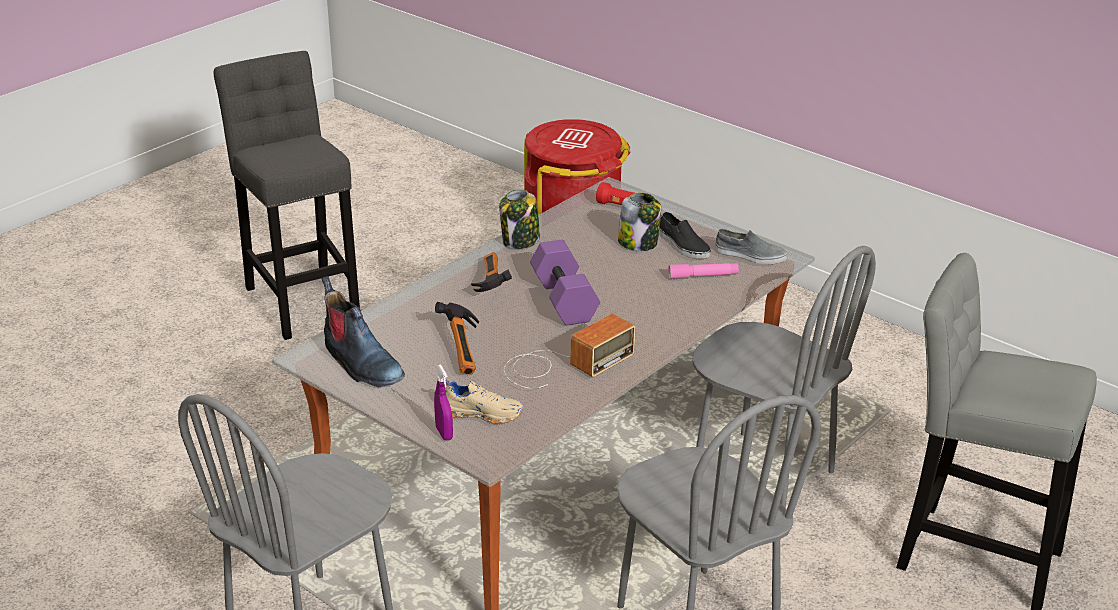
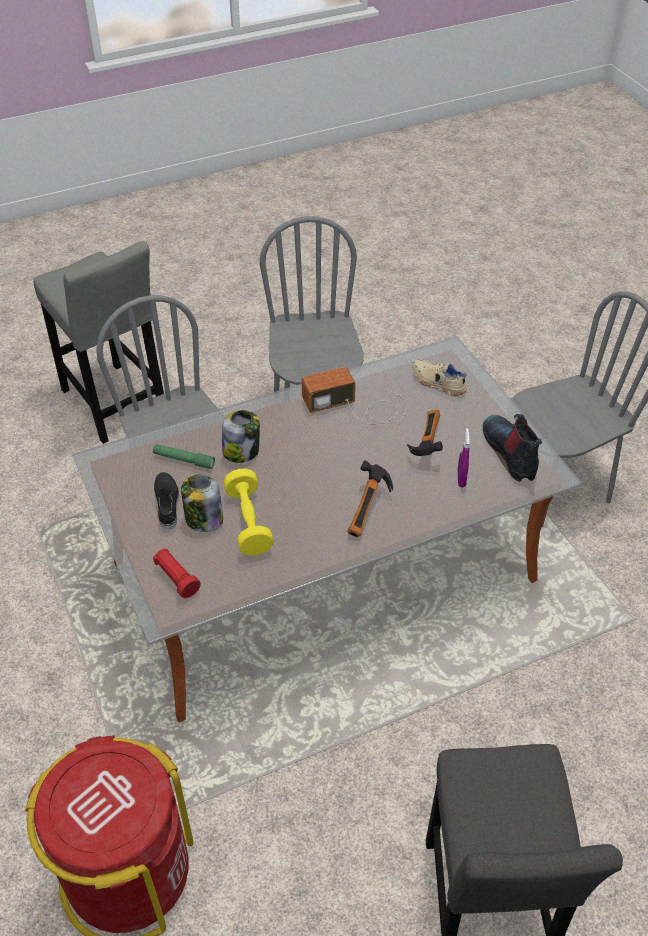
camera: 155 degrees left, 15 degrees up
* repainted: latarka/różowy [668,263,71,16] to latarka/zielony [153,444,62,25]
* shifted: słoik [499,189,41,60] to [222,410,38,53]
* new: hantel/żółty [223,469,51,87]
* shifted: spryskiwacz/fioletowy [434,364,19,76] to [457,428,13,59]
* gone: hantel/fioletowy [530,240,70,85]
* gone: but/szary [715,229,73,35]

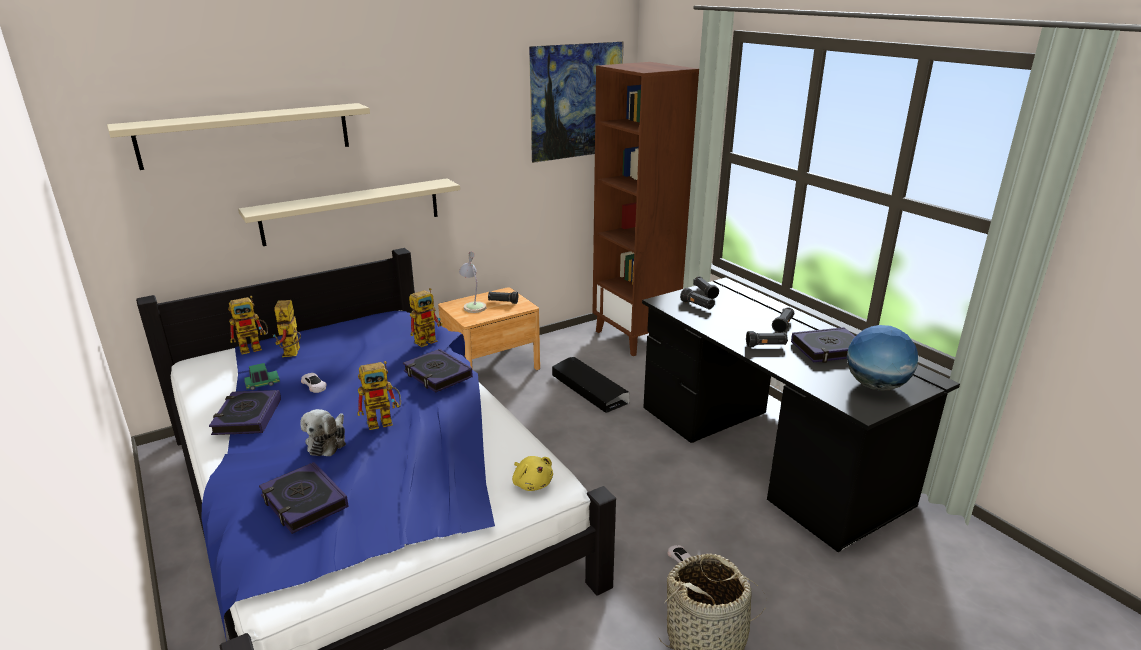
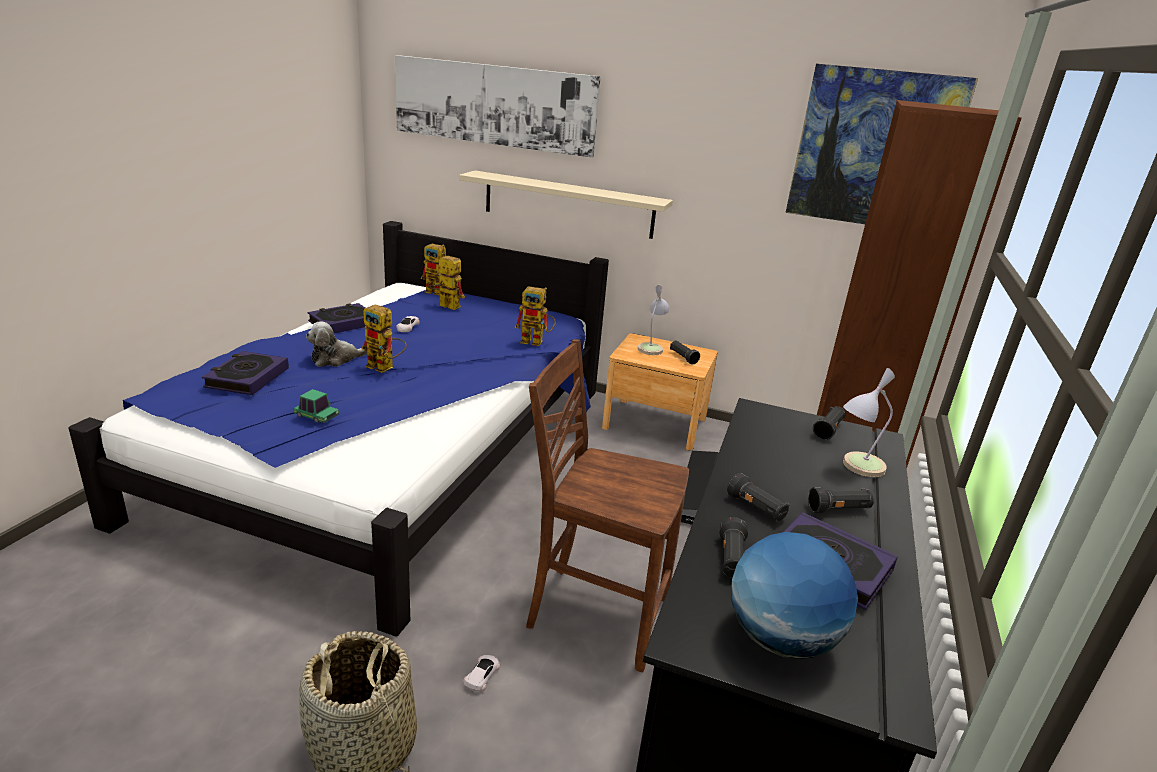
camera: 50 degrees right, 0 degrees up
* shifted: samochodzik [244,363,36,27] to [293,389,46,34]
* swapped: półka/beżowy [107,103,263,67] to obraz [395,55,206,103]
* rotated: robot zabawkowy [273,300,28,57] = [428,253,37,57] 75 degrees clockwise
* new: krzesło/brązowy [526,339,163,333]
* shifted: latarka/czarny [680,288,35,22] to [719,517,29,61]
* new: lampa stołowa [843,368,52,109]
* gone: książka [403,349,70,44]
* gone: pluszak/żółty [512,456,41,35]

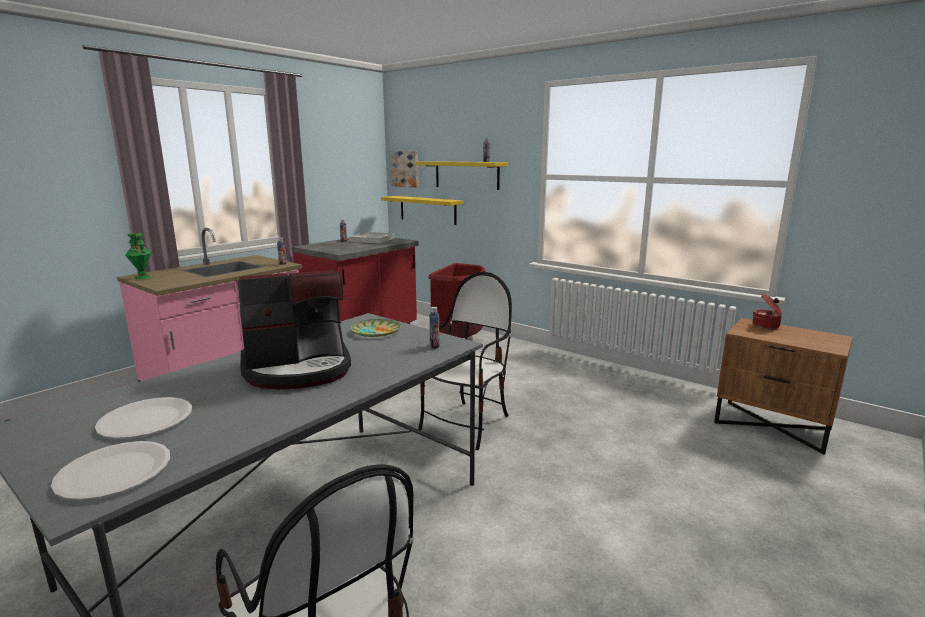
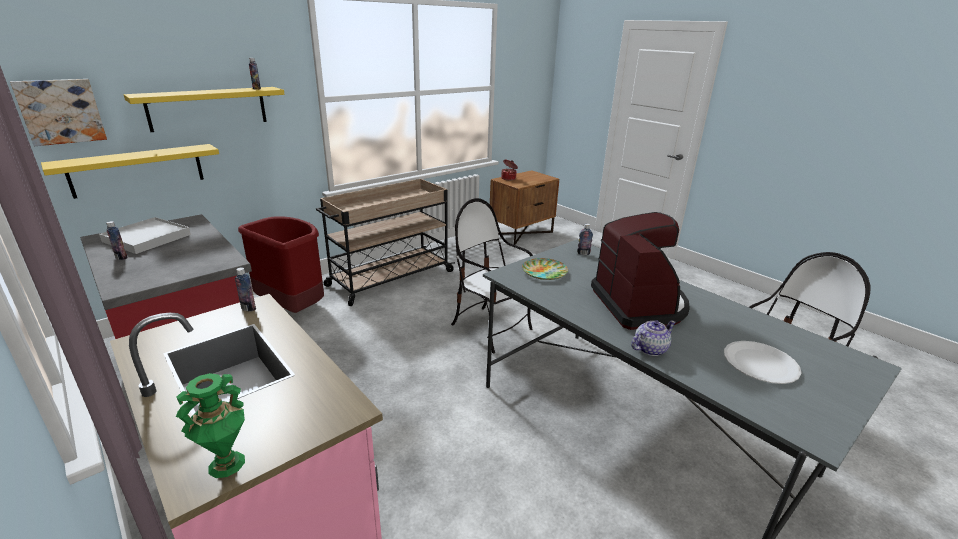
camera: 80 degrees left, 10 degrees up
* new: wózek/beżowy [316,179,139,127]
* new: imbryk [631,320,45,36]
* gone: talerz/biały [51,441,119,59]

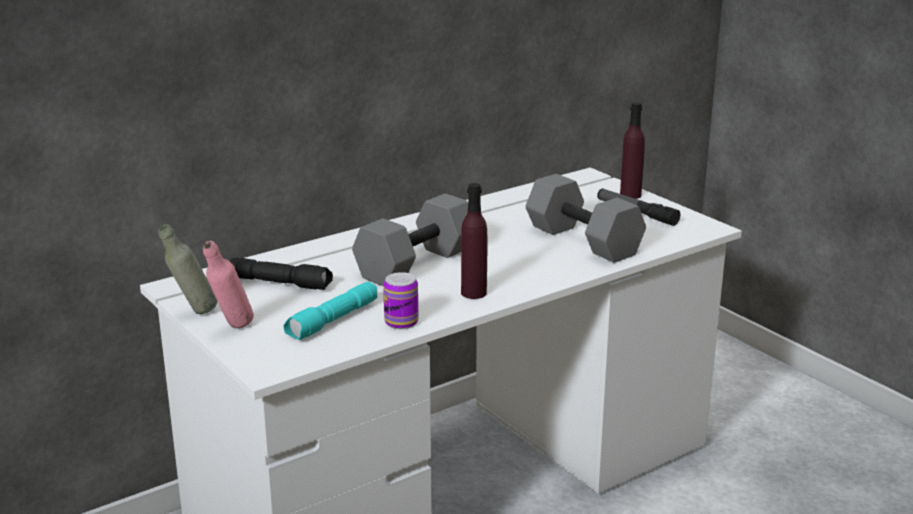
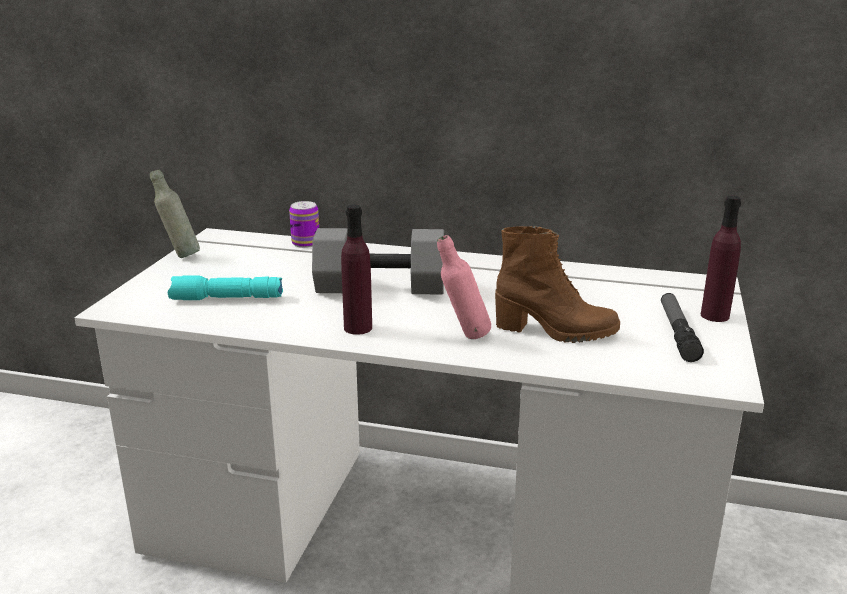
camera: 50 degrees right, 0 degrees up
* shifted: puszka [383,272,35,57] to [289,201,30,47]
* shifted: butelka/różowy [203,241,51,87] to [437,235,54,104]
* swapped: hantel/szary [526,174,120,89] to but z cholewką/brązowy [495,226,125,117]
* gone: latarka/czarny [229,258,104,32]

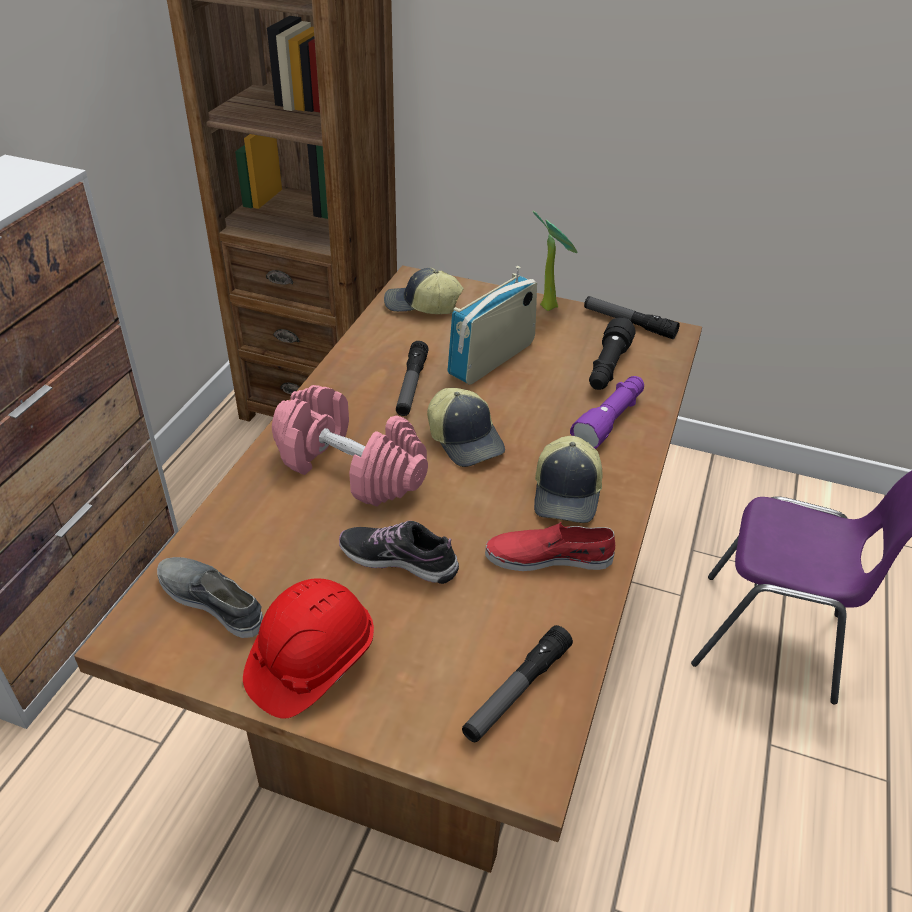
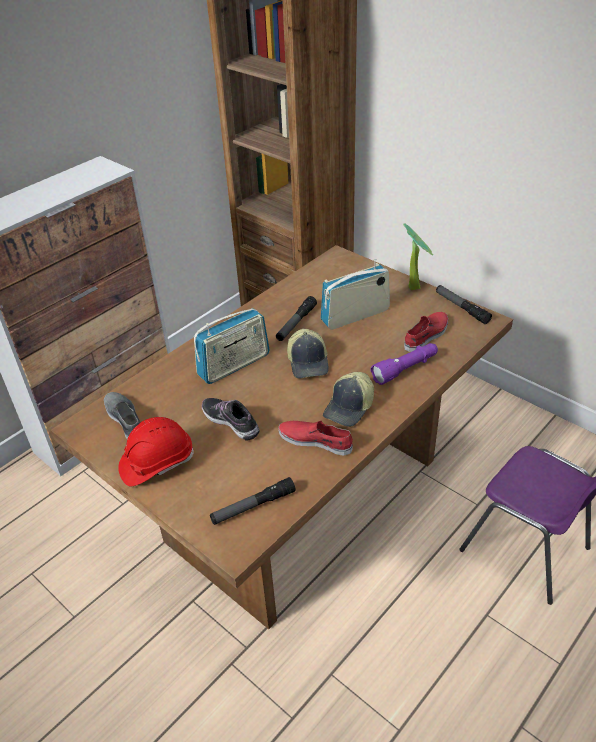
camera: 25 degrees right, 0 degrees up
* swapped: hantel/różowy [272,385,156,122] to radio [194,308,76,76]
* swapped: latarka/czarny [589,318,47,72] to but/czerwony [404,312,44,40]
* gone: czapka z daszkiem [384,268,80,46]

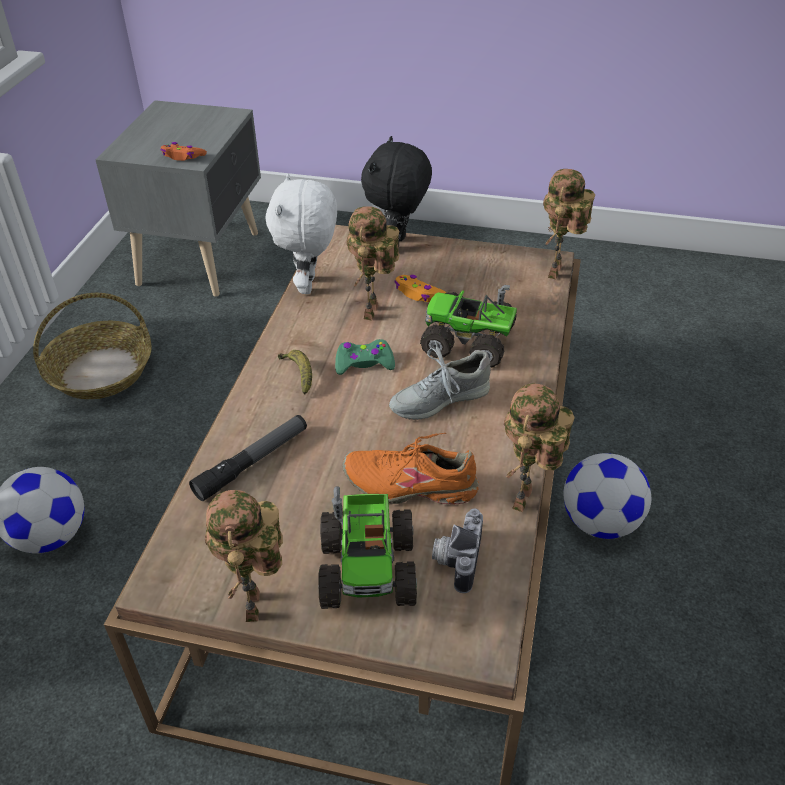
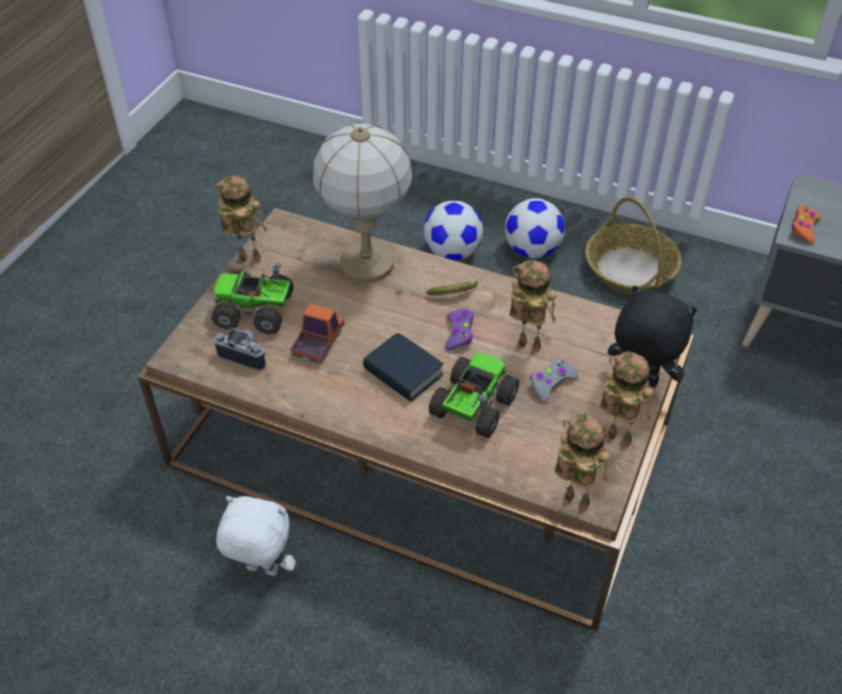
camera: 100 degrees right, 5 degrees up
* shifted: pluszak/biały [265,174,72,120] to [216,496,80,80]
* swapped: but/pomarańczowy [343,433,136,71] to ciężarówka zabawkowa [290,303,54,60]
* swapped: latarka [189,415,118,86] to lampa stołowa [313,124,100,159]
* swapped: but/szary [389,341,102,79] to książka [363,333,81,69]
* repainted: pad do gier/zielony [335,339,60,36] to pad do gier/fioletowy [445,309,29,41]
* shifted: piłka futbolowa [564,453,87,86] to [505,198,60,61]
* repainted: pad do gier/pomarańczowy [394,275,52,27] to pad do gier/szary [530,357,49,45]
* shifted: robot zabawkowy [504,383,71,129] to [600,351,54,97]

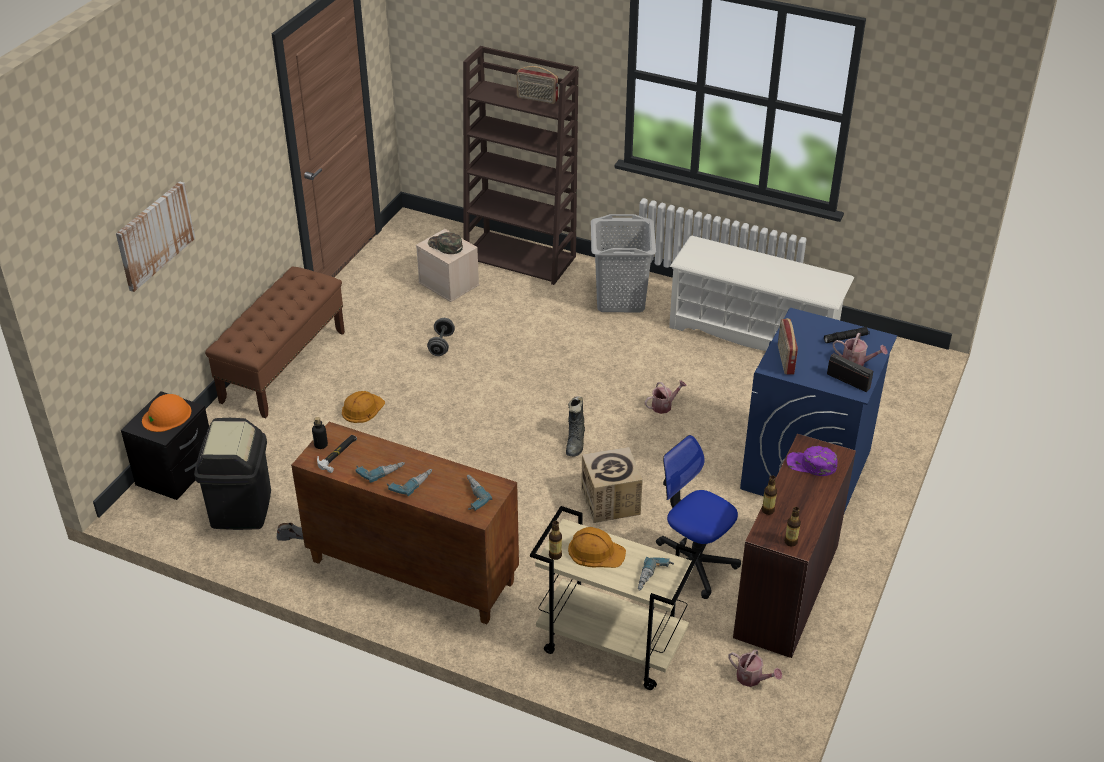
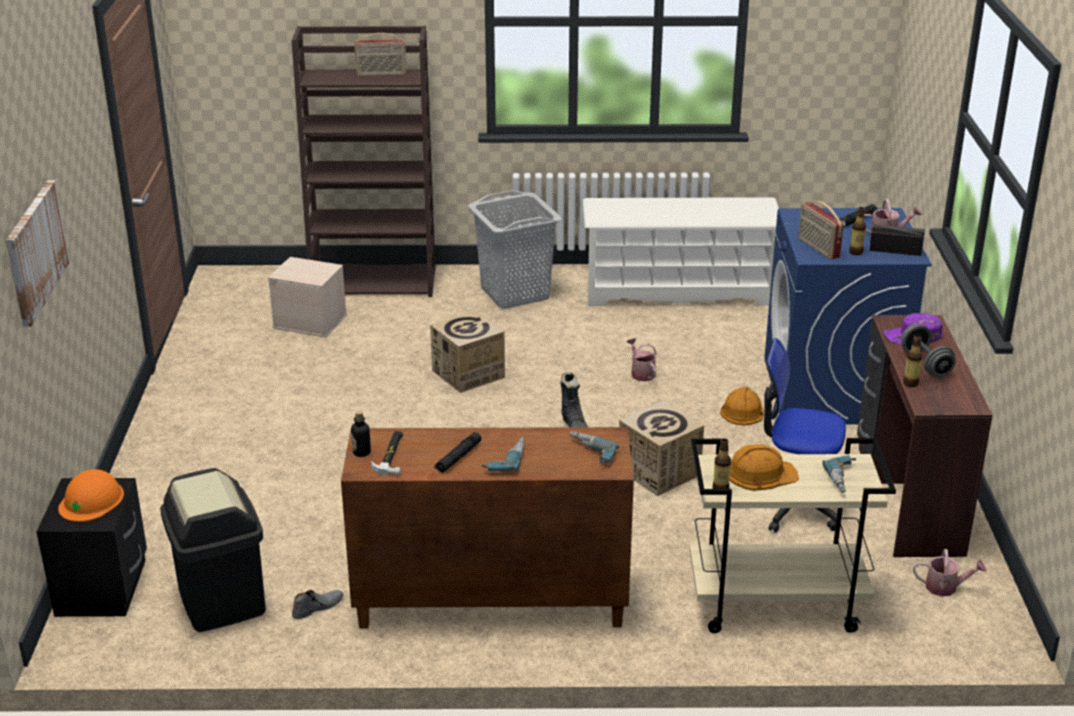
camera: 25 degrees left, 10 degrees down
* new: karton [430,310,75,83]
* swapped: wiertarka [356,462,49,21] to latarka/czarny [434,432,48,41]
* rotated: konewka [645,380,42,34] = [626,338,30,44] 60 degrees counterclockwise
* shifted: kask/pomarańczowy [342,391,43,32] to [720,387,44,38]
* shifted: butelka [784,507,17,40] to [849,207,17,48]
* shifted: hantel/szary [427,318,28,38] to [901,325,54,51]
* gone: ławka/brązowy [205,267,140,151]
* gone: czapka z daszkiem/zielony [428,232,35,22]

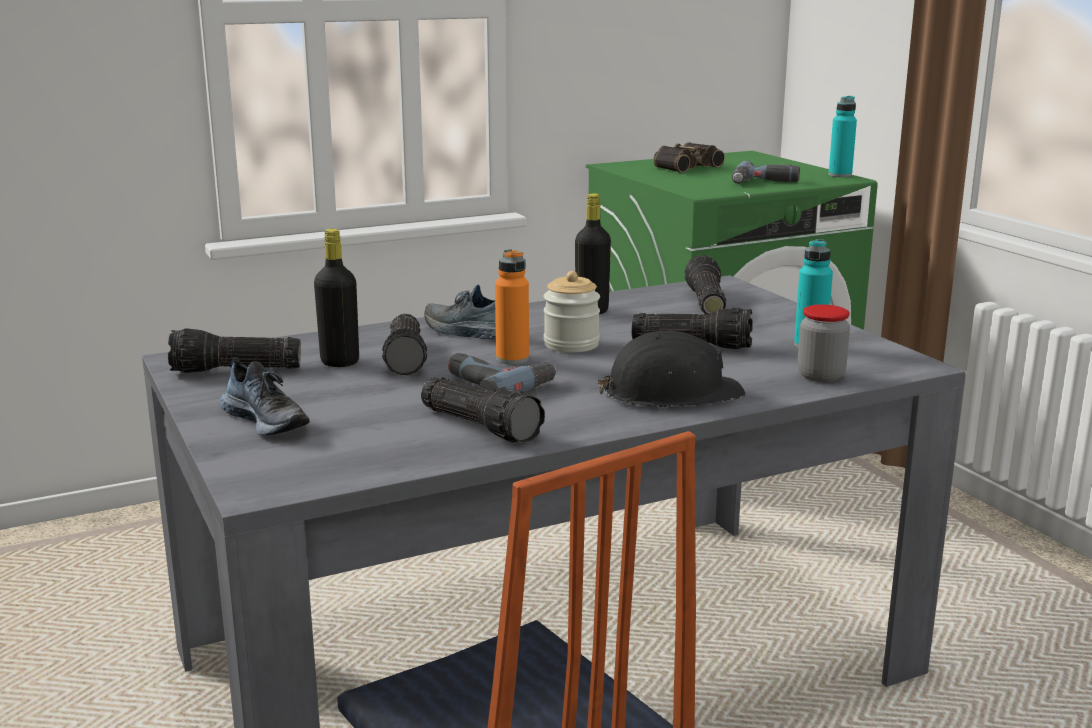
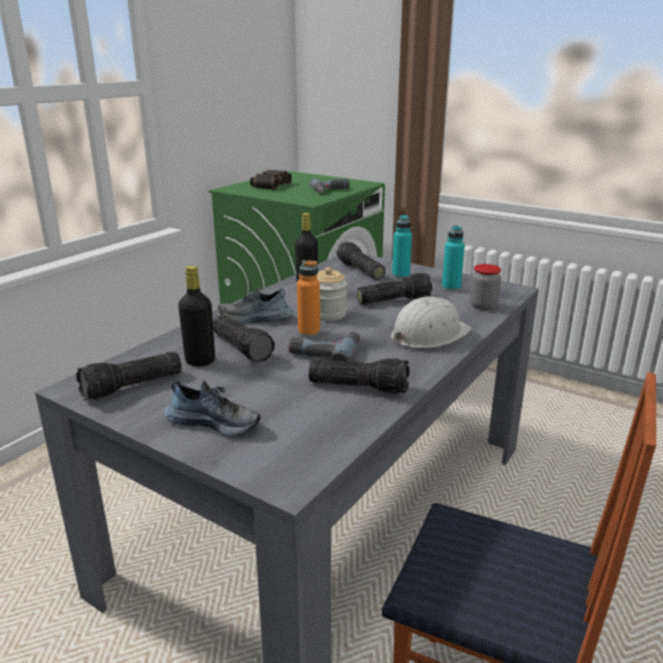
camera: 30 degrees left, 5 degrees up
* repainted: kask/czarny [598,331,148,76] to kask/biały [391,297,81,51]
* shifted: butelka/turkusowy [829,96,28,81] to [392,215,20,64]

